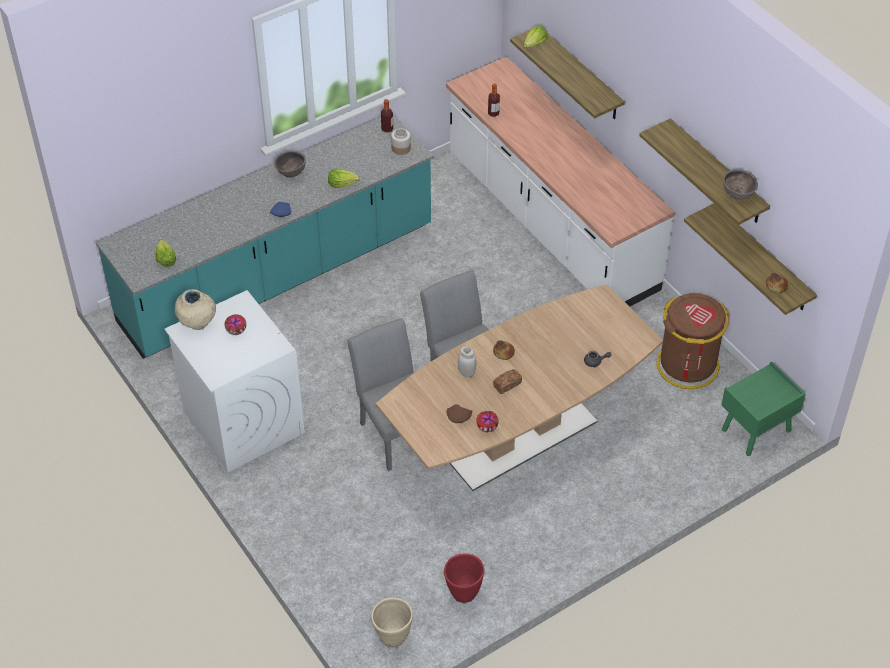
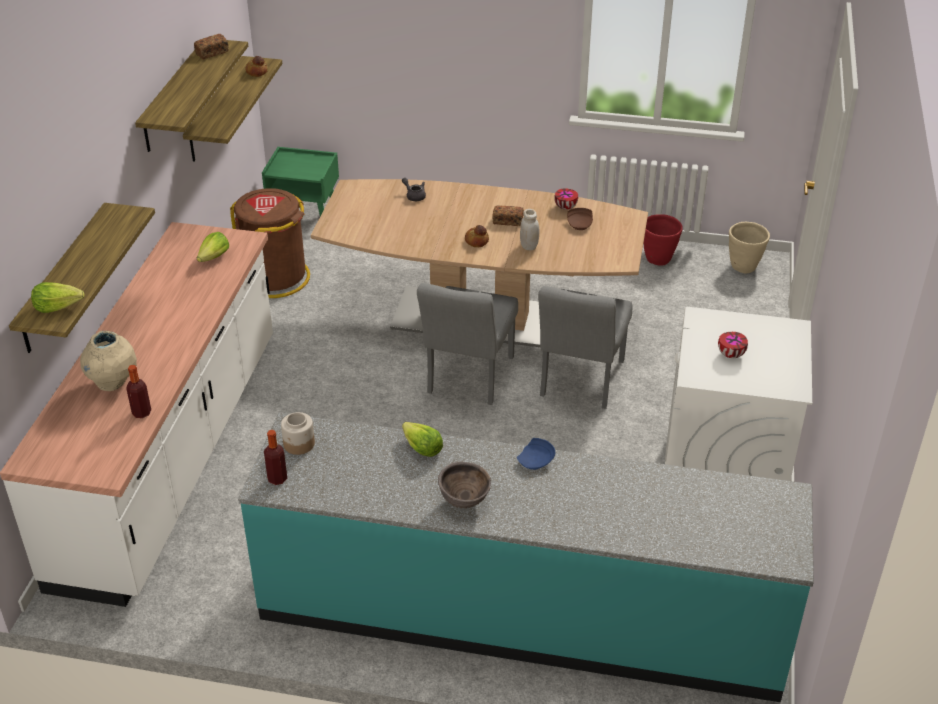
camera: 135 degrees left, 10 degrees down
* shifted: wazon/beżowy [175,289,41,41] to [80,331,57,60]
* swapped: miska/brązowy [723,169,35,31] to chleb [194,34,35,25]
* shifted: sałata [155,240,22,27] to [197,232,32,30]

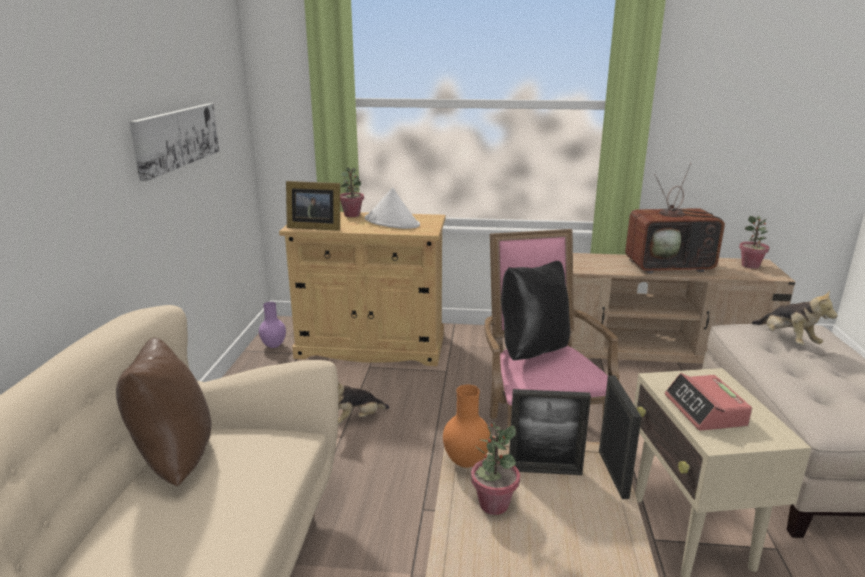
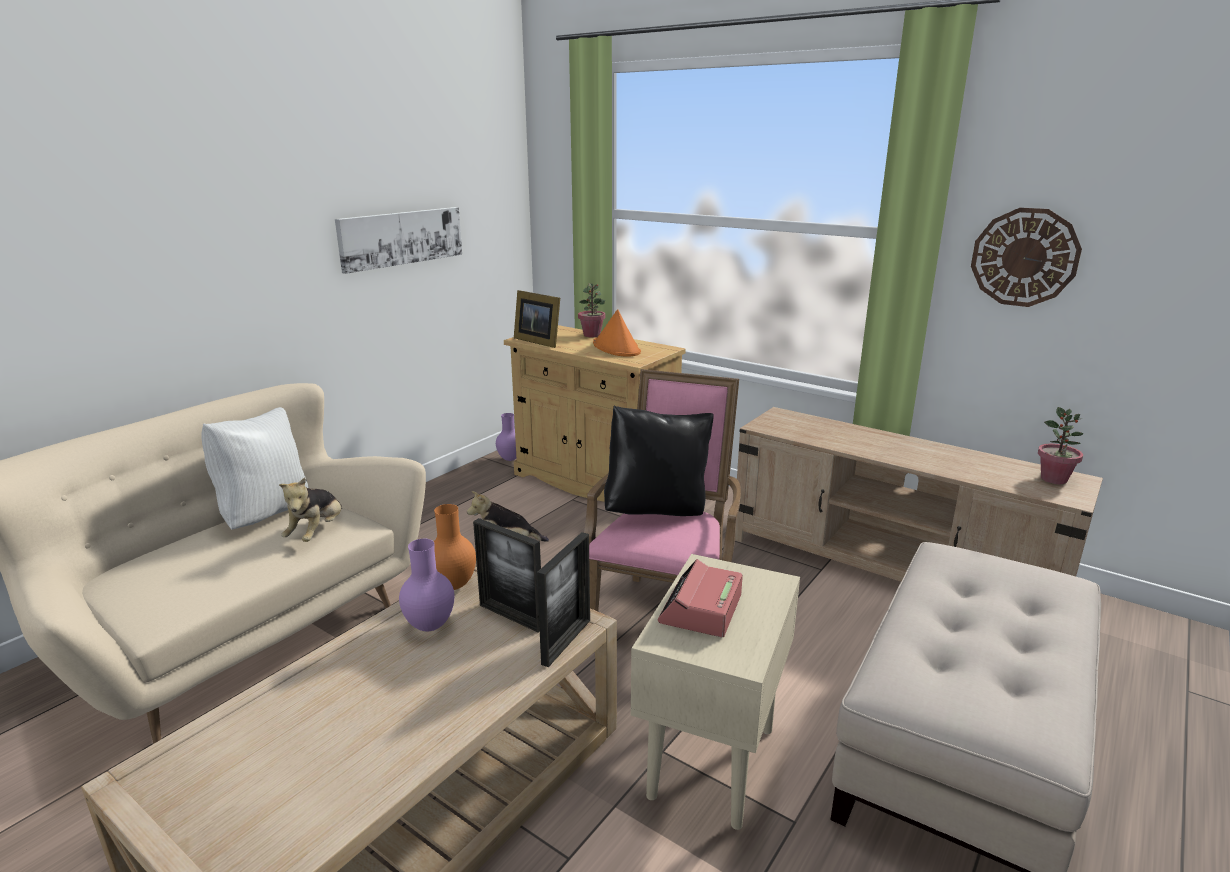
camera: 30 degrees right, 0 degrees up
* repainted: poduszka/brązowy [116,338,96,148] to poduszka/biały [202,407,107,122]
* shifted: pluszak [752,290,86,55] to [279,477,63,65]
* swapped: roślina doniczkowa [471,423,49,92] to wazon/fioletowy [399,539,56,92]
* repainted: kapelusz/biały [365,188,55,41] to kapelusz/pomarańczowy [593,309,48,48]
* new: zegar ścienny [971,208,111,99]
* gone: telewizor [625,163,100,111]

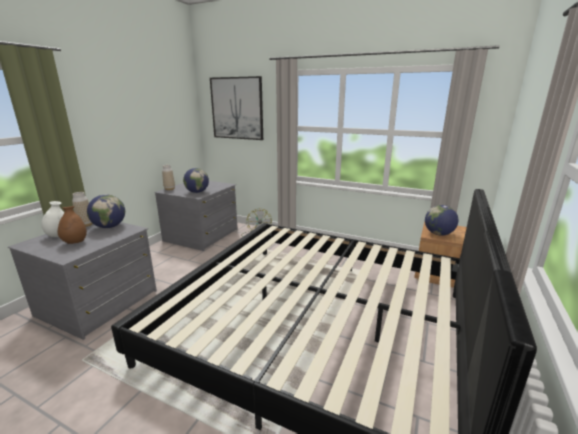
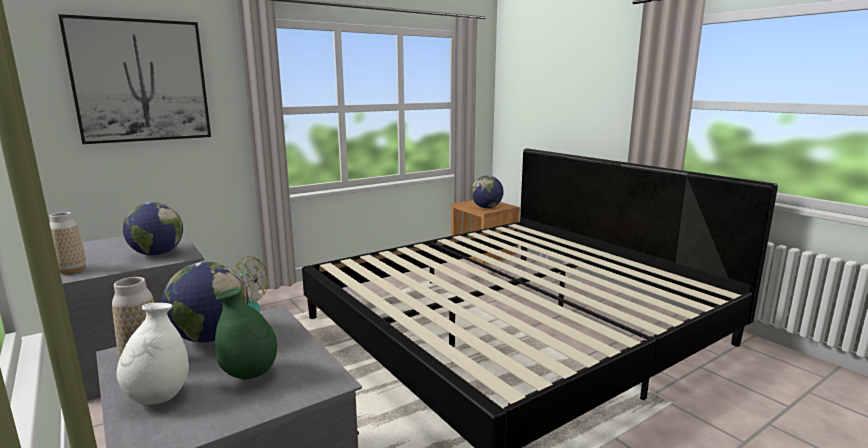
camera: 60 degrees left, 5 degrees down
* repainted: wazon/brązowy [58,206,29,38] to wazon/zielony [215,288,62,91]

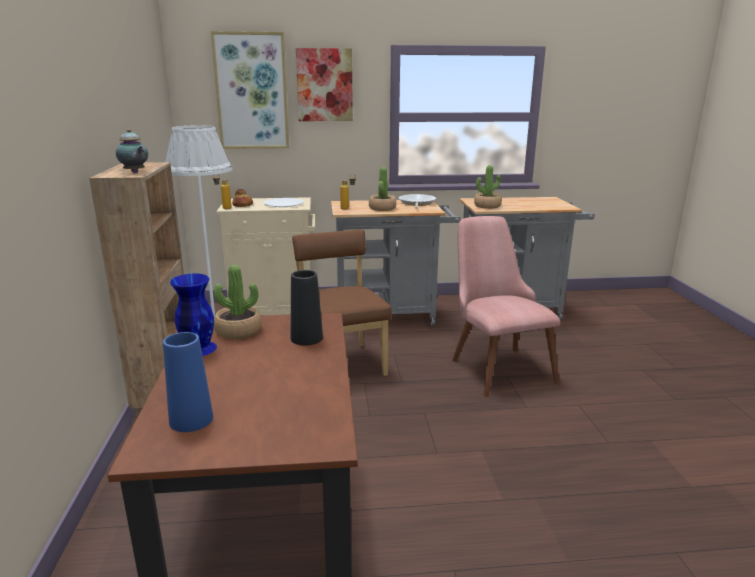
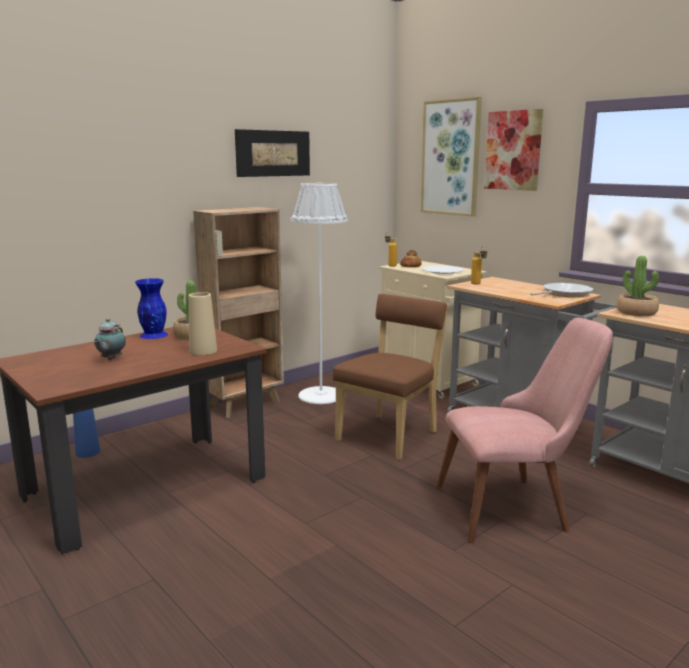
camera: 55 degrees right, 5 degrees down
* shifted: wazon/niebieski [163,332,50,100] to [73,409,27,49]
* shifted: imbryk [116,129,32,44] to [94,318,32,42]
* repainted: wazon/czarny [291,270,32,75] to wazon/beżowy [189,292,28,63]
* new: obraz [235,129,75,48]
* rotated: krzesło/różowy [452,216,108,181] = [436,318,177,225] 45 degrees clockwise
* gone: roślina doniczkowa [369,167,27,44]

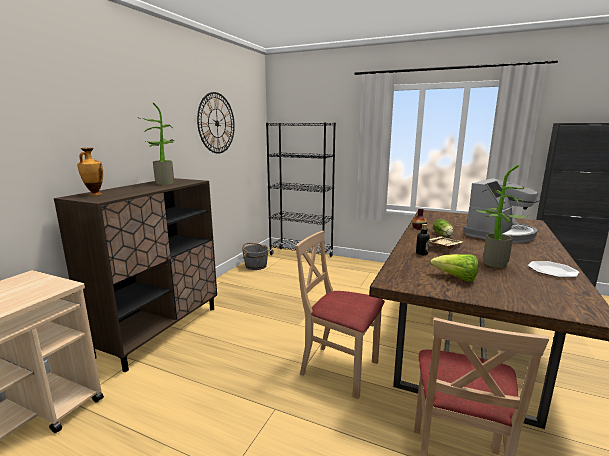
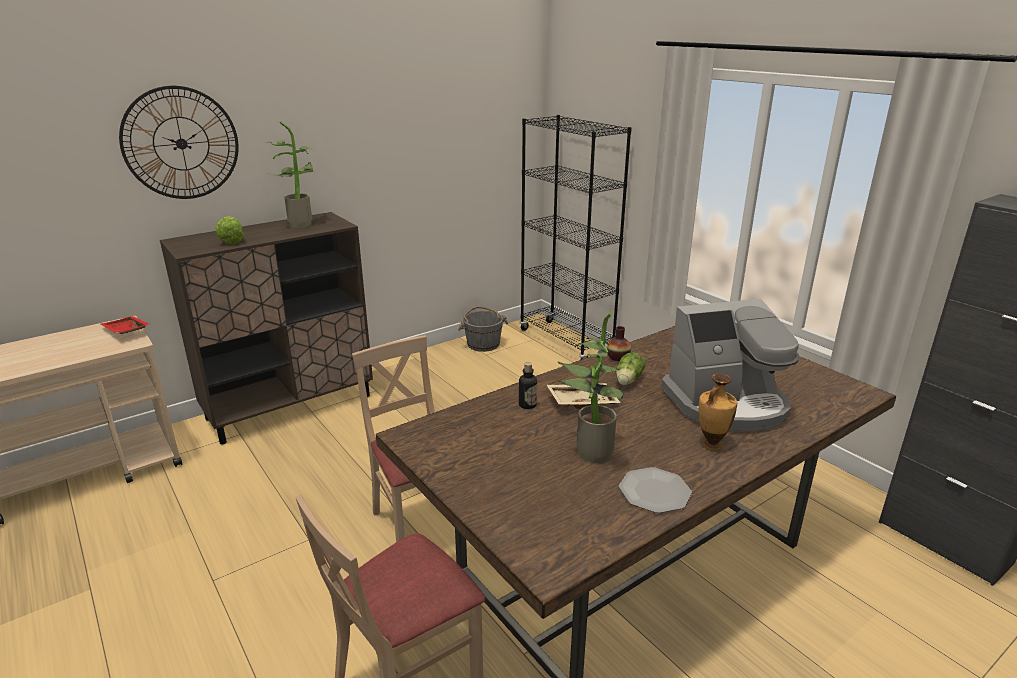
camera: 30 degrees right, 10 degrees up
* new: taca/czerwony [101,316,48,18]
* shifted: zegar ścienny [197,92,38,62] to [119,86,120,113]
* shifted: sałata [430,254,48,28] to [215,216,29,28]
* shifted: wazon [77,148,26,48] to [698,374,39,76]

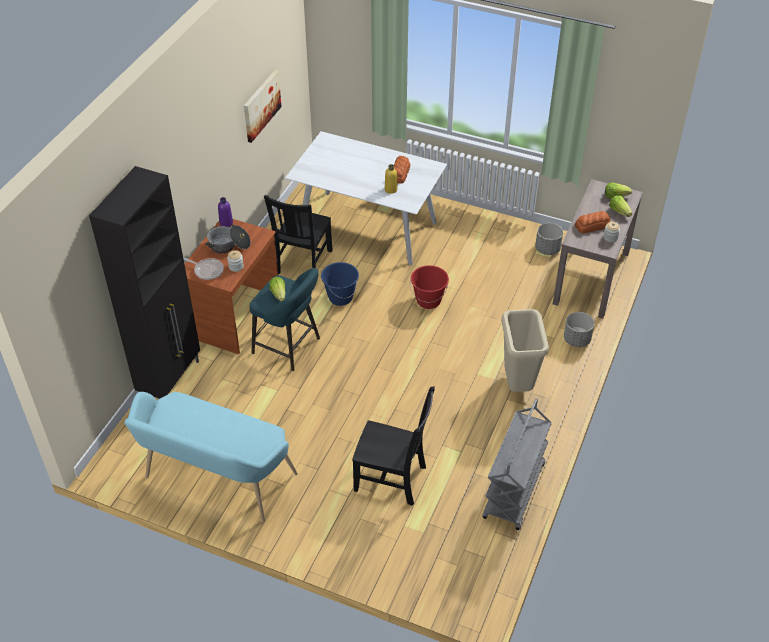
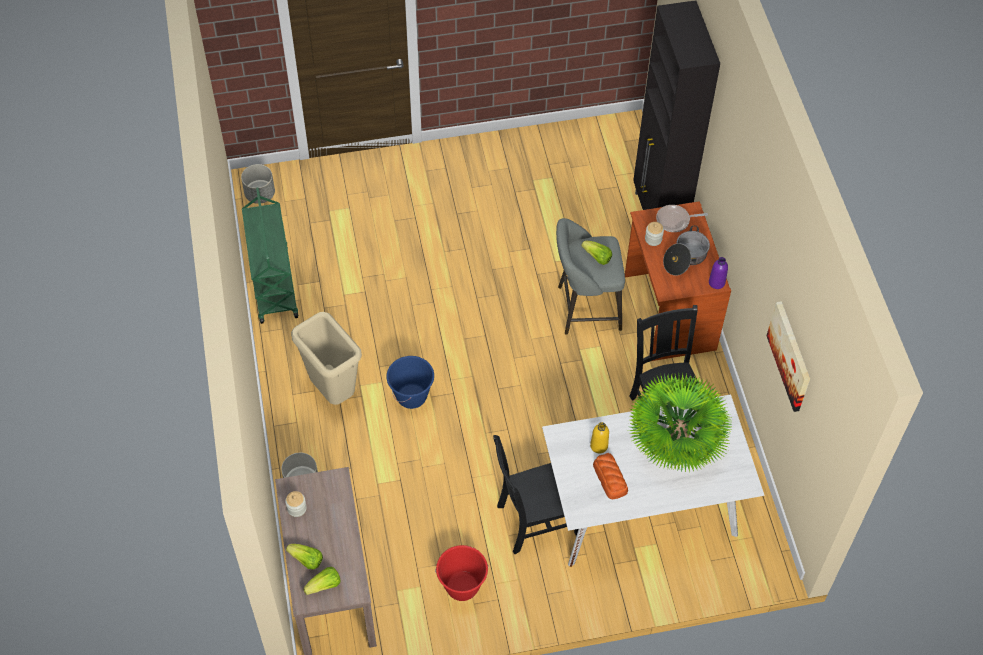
camera: 145 degrees right, 10 degrees up
* shifted: donica/szary [535,223,28,32] to [241,164,34,40]
* repainted: wózek/szary [483,399,69,131] to wózek/zielony [242,188,56,136]
* shifted: wiadro/niebieski [321,262,38,44] to [386,356,48,53]
* shifted: wiadro/czerwony [410,265,39,44] to [435,545,54,56]
* shifted: krzesło/czarny [352,386,83,120] to [493,435,85,119]
* repainted: stołek/turkusowy [250,268,70,103] to stołek/szary [556,218,69,117]
* new: roślina doniczkowa [628,374,105,99]
* gone: ławka/turkusowy [125,392,173,130]
* gone: chleb [575,211,36,22]

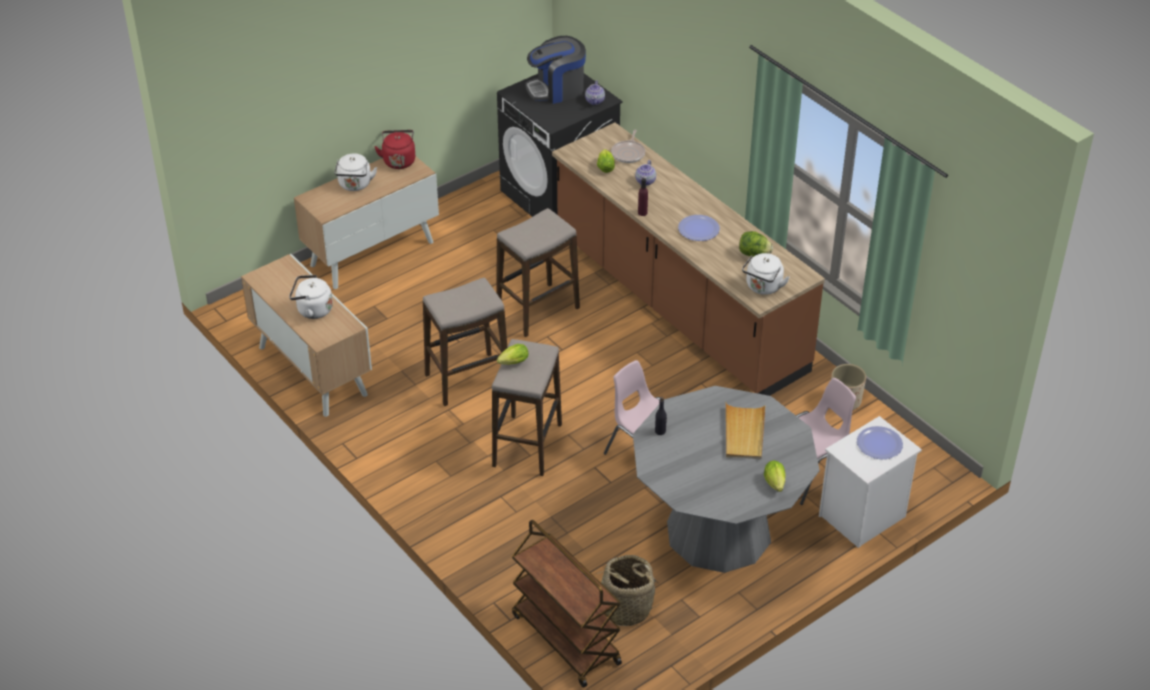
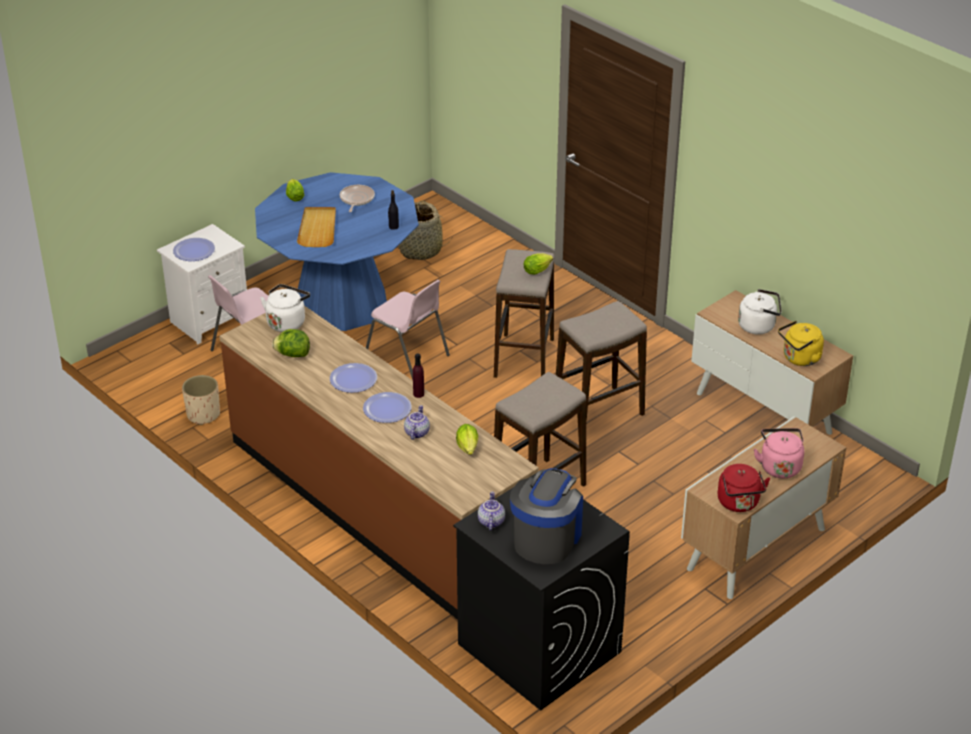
camera: 175 degrees right, 5 degrees down
* repainted: stół jadalny/szary [633,386,187,187] to stół jadalny/niebieski [255,172,164,159]
* shifted: patelnia [611,130,34,33] to [340,185,35,27]
* new: talerz [363,392,49,31]
* rotated: ekspres do kawy [526,36,60,68] = [510,468,73,96] 45 degrees counterclockwise
* repainted: czajnik/biały [335,154,42,37] to czajnik/różowy [754,428,50,50]
* new: czajnik/żółty [778,321,46,45]
* gone: wózek/brązowy [512,520,110,168]

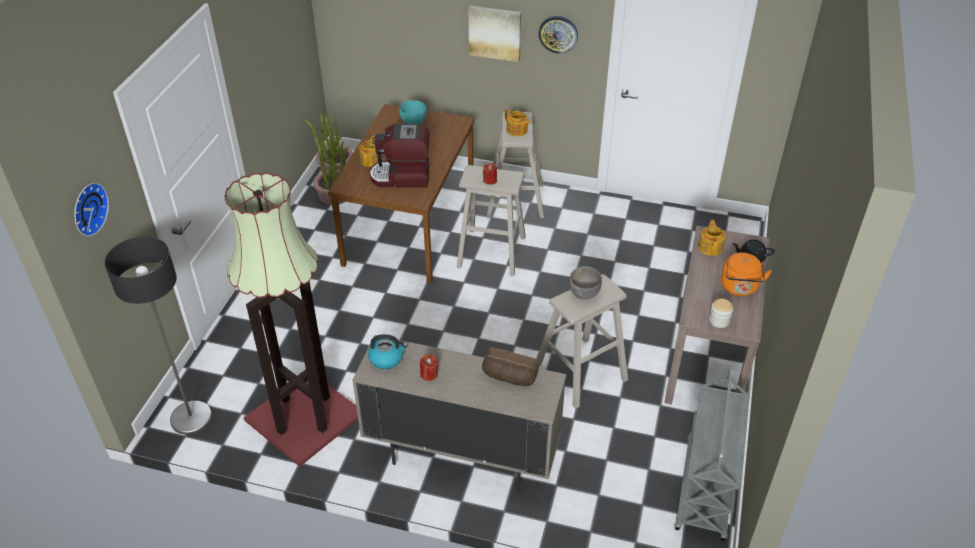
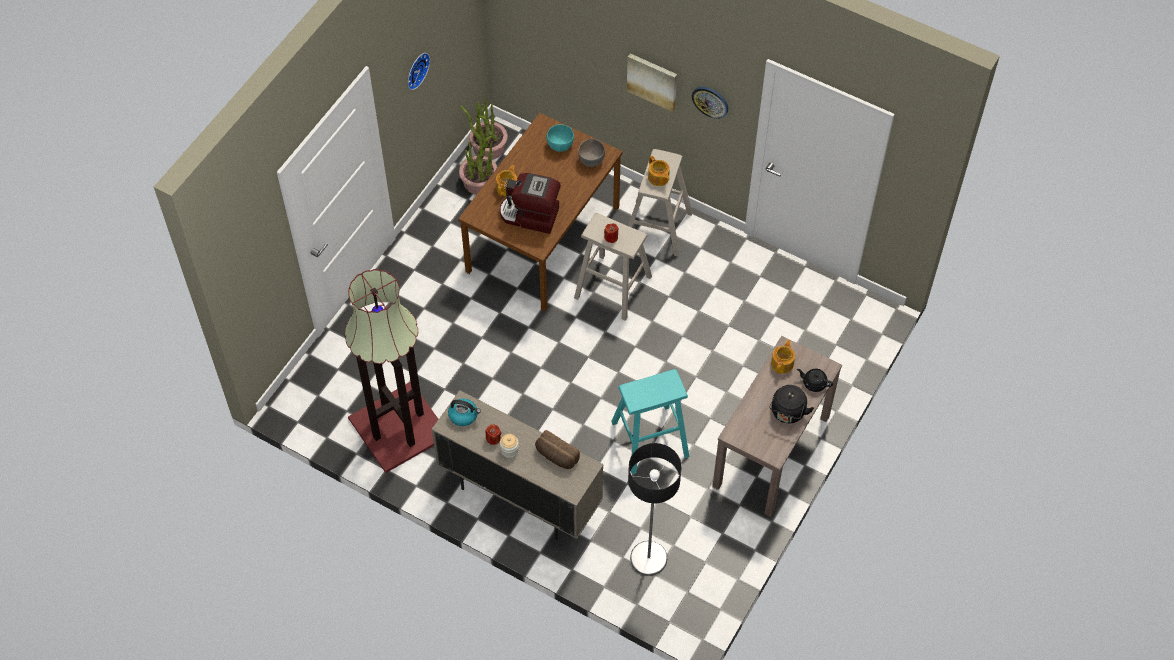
camera: 15 degrees right, 15 degrees up
* shifted: zegar ścienny [74,183,35,53] to [408,53,22,37]
* shifted: słoik [709,299,24,29] to [500,434,19,24]
* shifted: miska/szary [569,266,33,34] to [578,139,27,28]
* repainted: stołek/beżowy [536,274,92,135] to stołek/turkusowy [611,369,78,105]
* shifted: lampa stojąca [105,237,107,198] to [628,443,54,133]
* repainted: czajnik/pomarańczowy [721,253,51,43] to czajnik/czarny [769,385,45,39]
* gone: wózek/szary [675,365,75,176]

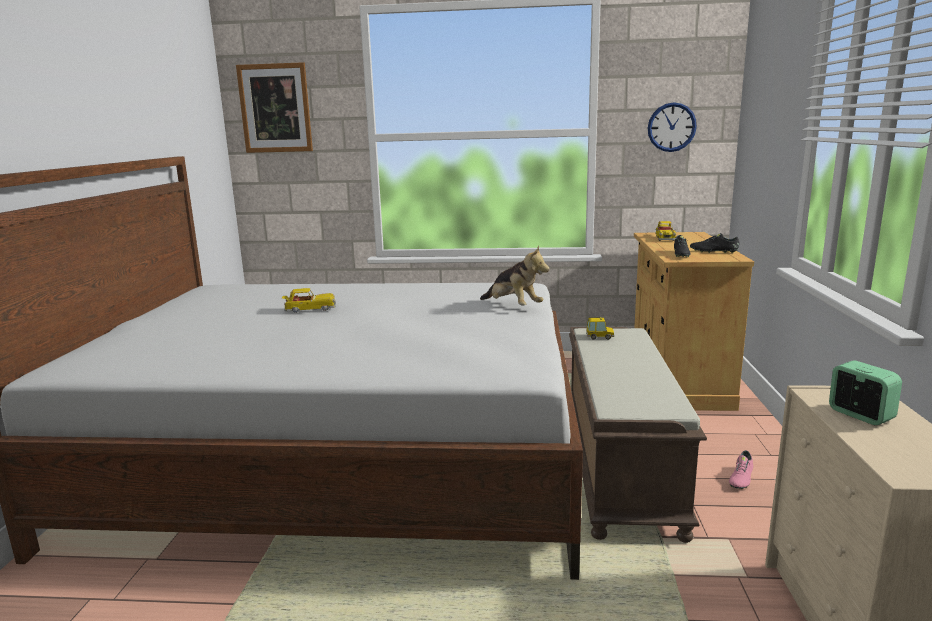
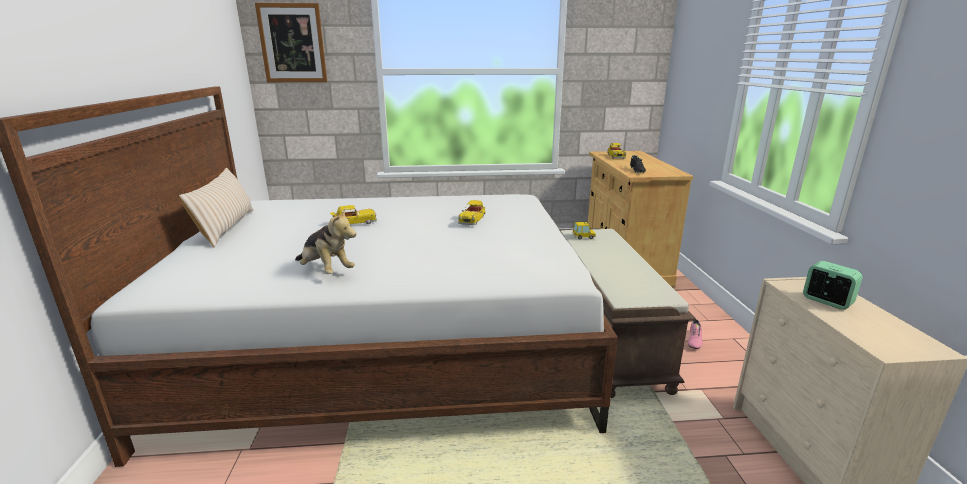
camera: 10 degrees left, 5 degrees up
* new: poduszka/beżowy [179,168,74,79]
* shifted: pluszak [480,245,70,60] to [295,208,62,66]
* new: samochodzik [458,200,28,25]
* gone: zegar ścienny [648,102,49,50]
* gone: but/czarny [690,233,49,20]

